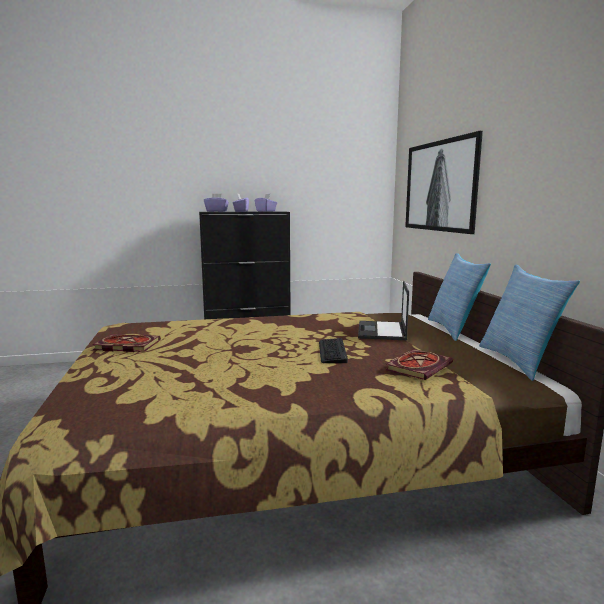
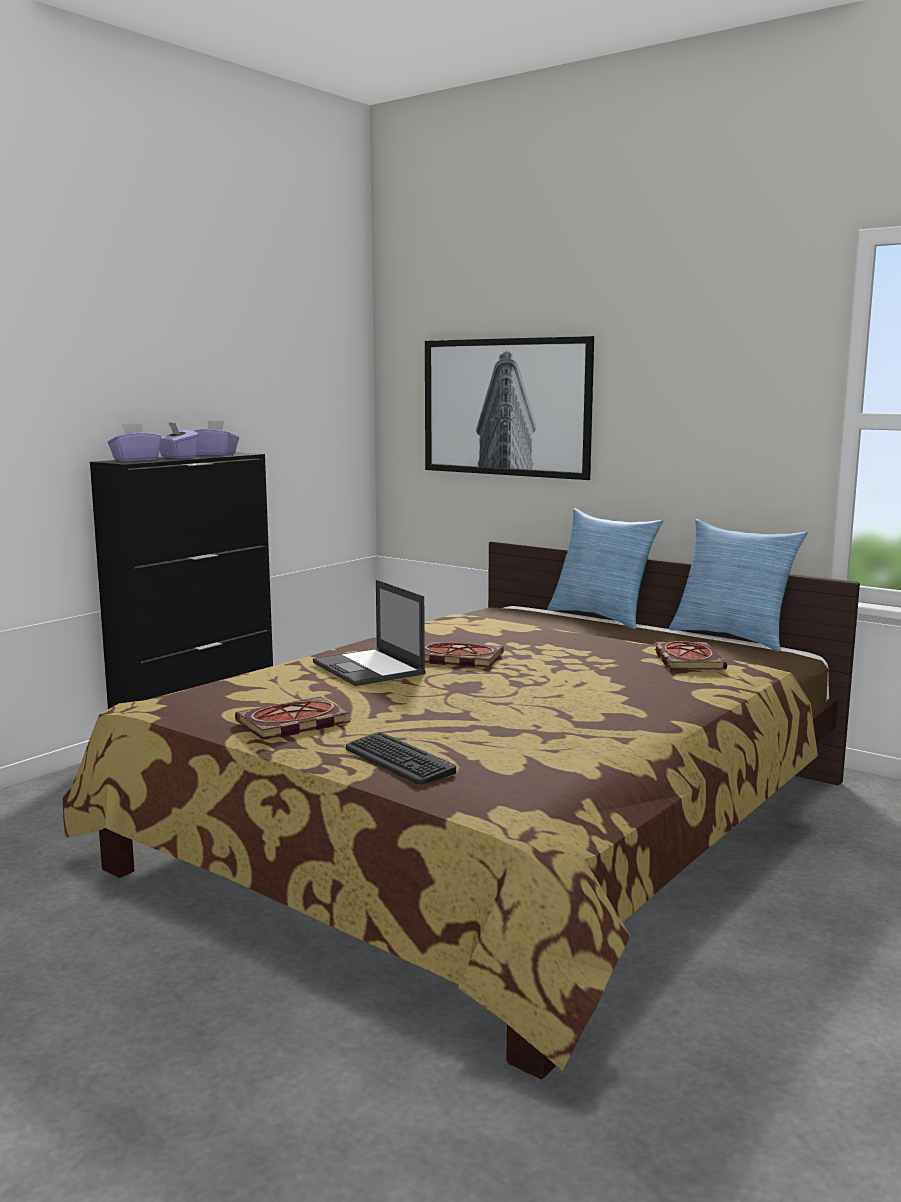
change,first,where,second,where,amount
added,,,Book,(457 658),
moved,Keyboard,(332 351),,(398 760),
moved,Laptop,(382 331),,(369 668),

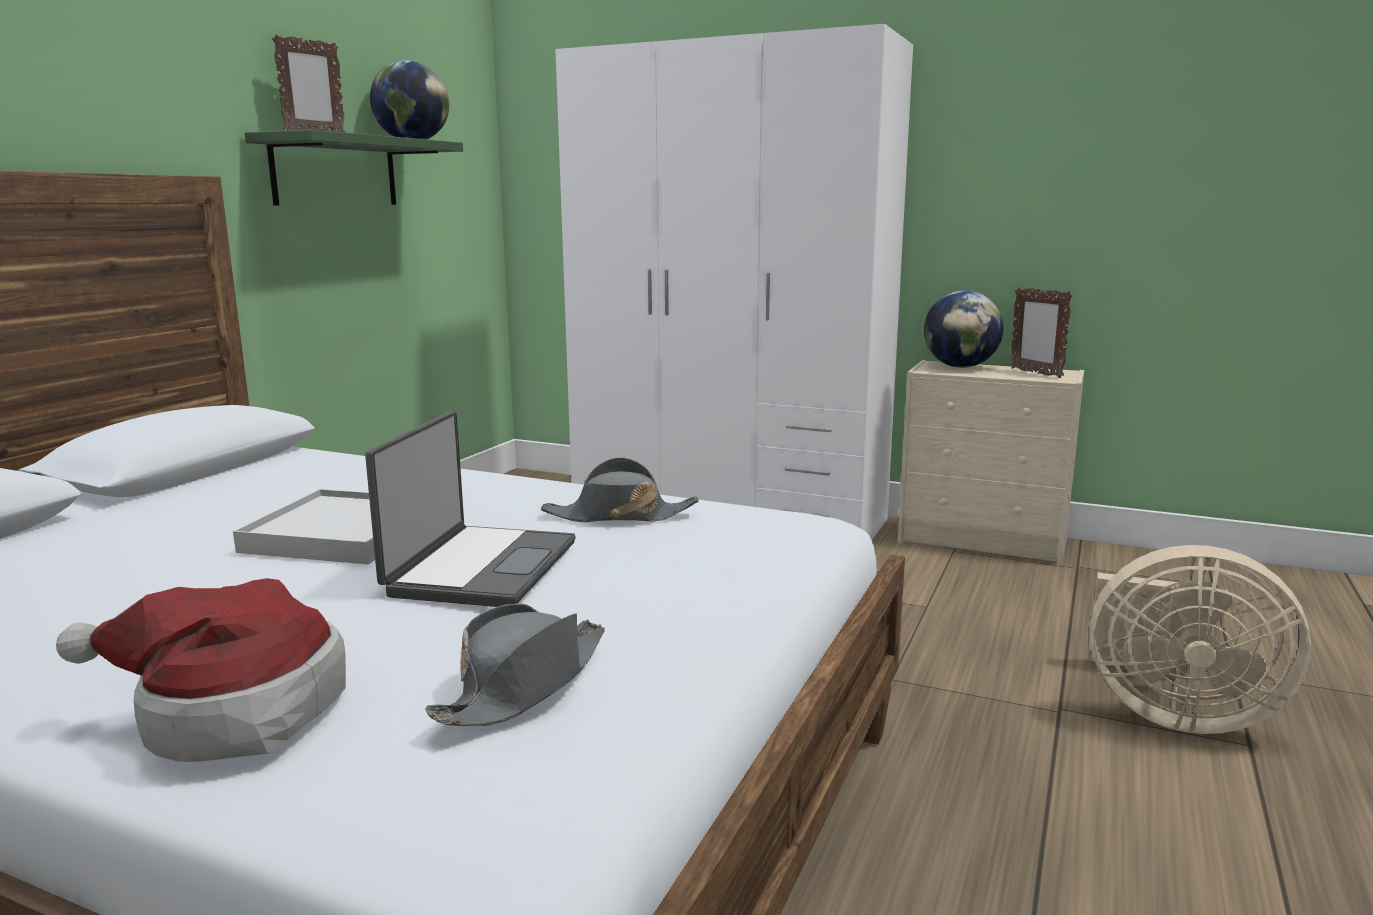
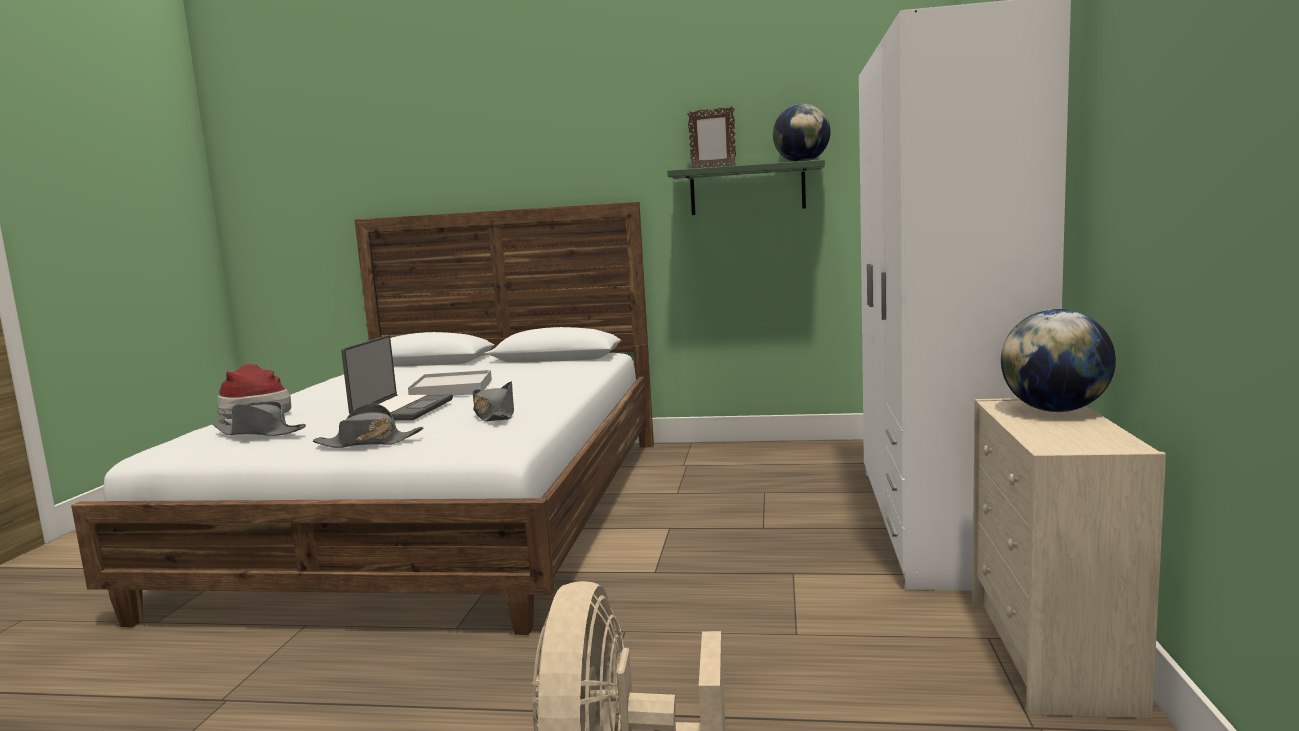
change,first,where,second,where,amount
removed,PictureFrame,(1035 373),,,
added,,,GreyHat,(368 443),
turned,Laptop,(480 568),,(402 410),75 degrees counterclockwise

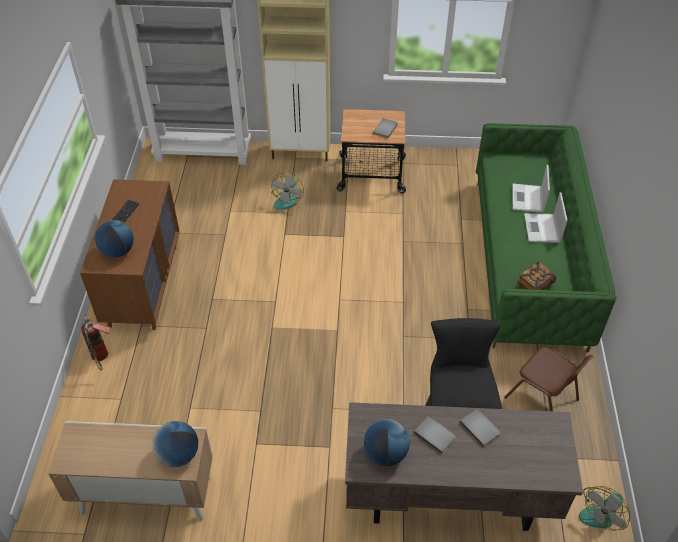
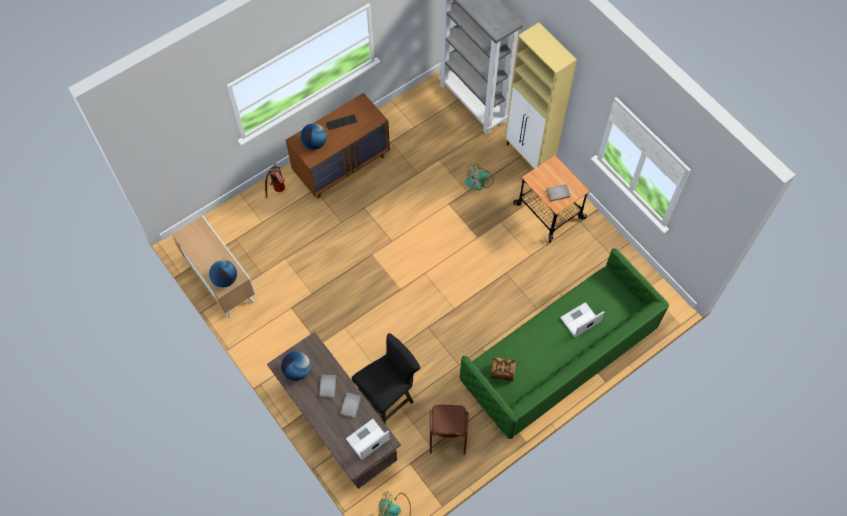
change,first,where,second,where,amount
moved,Laptop,(542 229),,(367 440),

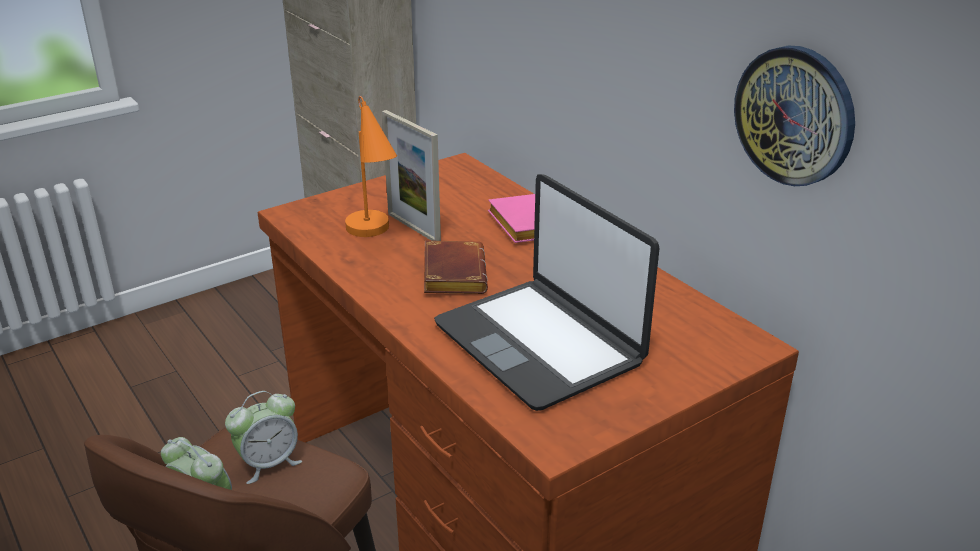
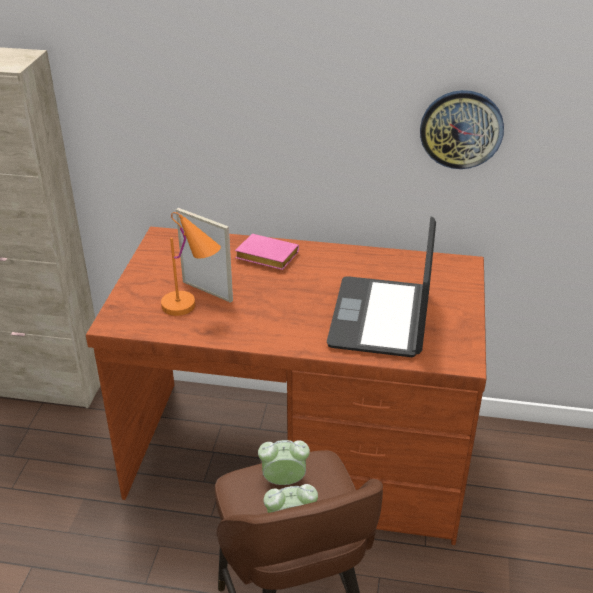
change,first,where,second,where,amount
removed,BrownBook,(451 274),,,
turned,AlarmClock,(269 463),,(284 481),105 degrees counterclockwise
turned,PictureFrame,(413 227),,(207 291),150 degrees counterclockwise
turned,Laptop,(540 343),,(381 318),90 degrees clockwise

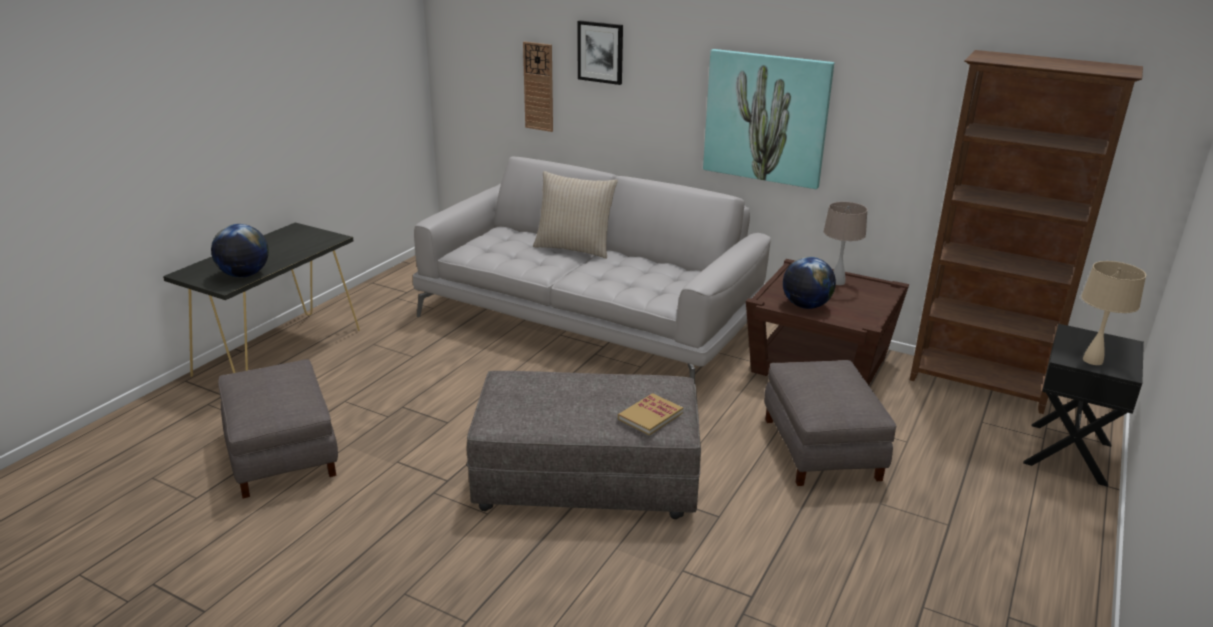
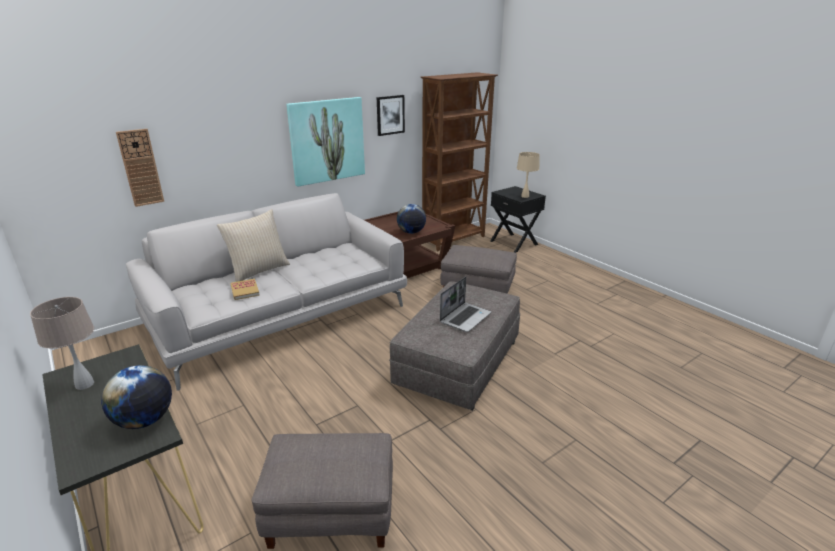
change,first,where,second,where,amount
added,,,Laptop,(465 317),
moved,Picture,(600 52),,(390 115),
moved,Book,(650 416),,(245 290),
moved,BeigeTableLamp,(838 282),,(85 384),

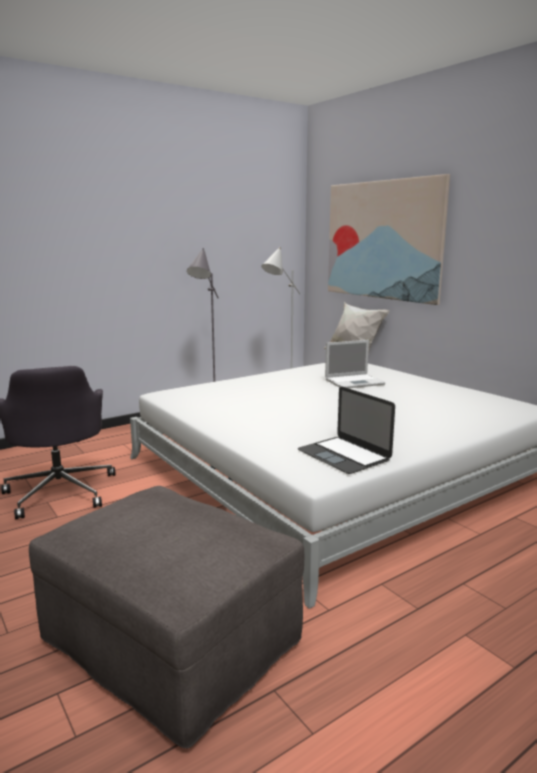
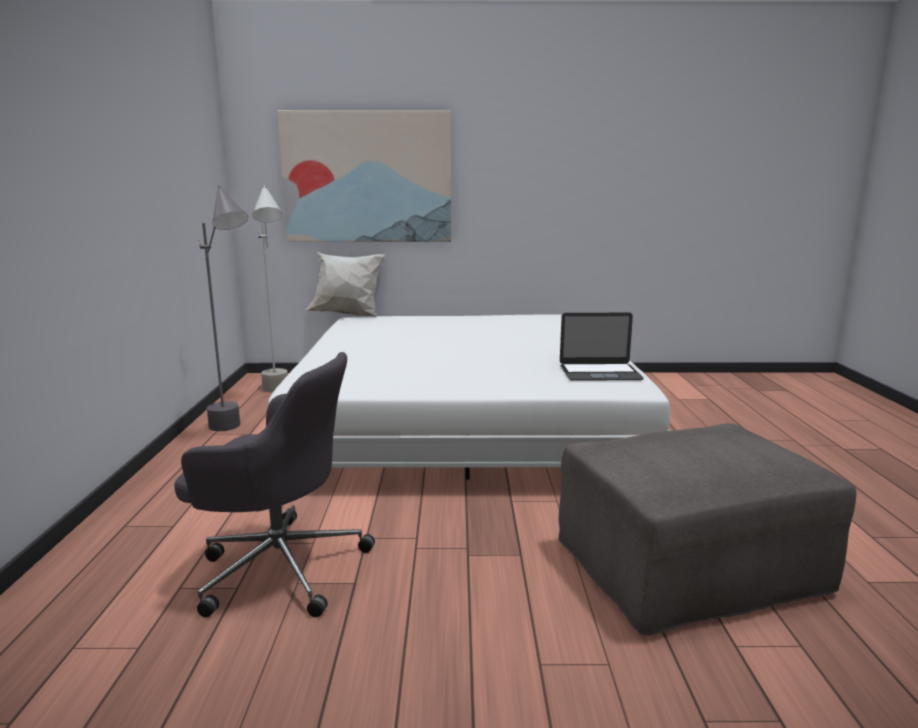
change,first,where,second,where,amount
removed,Laptop,(355 381),,,

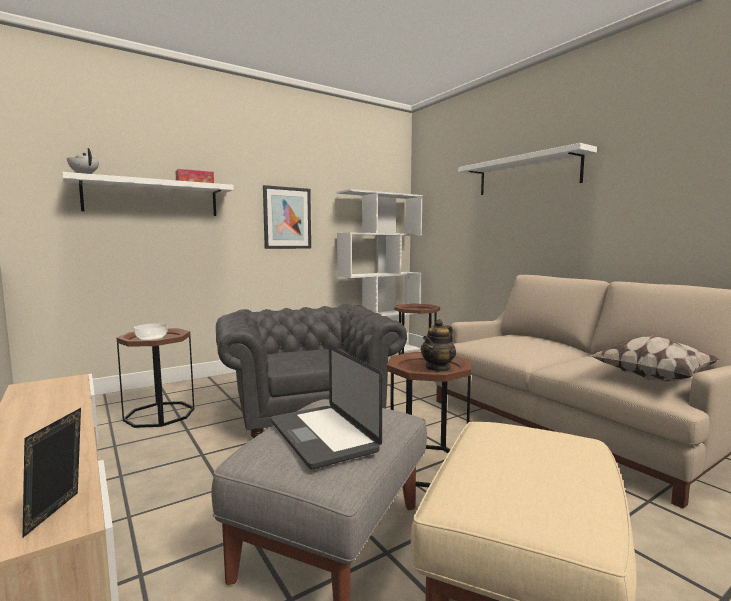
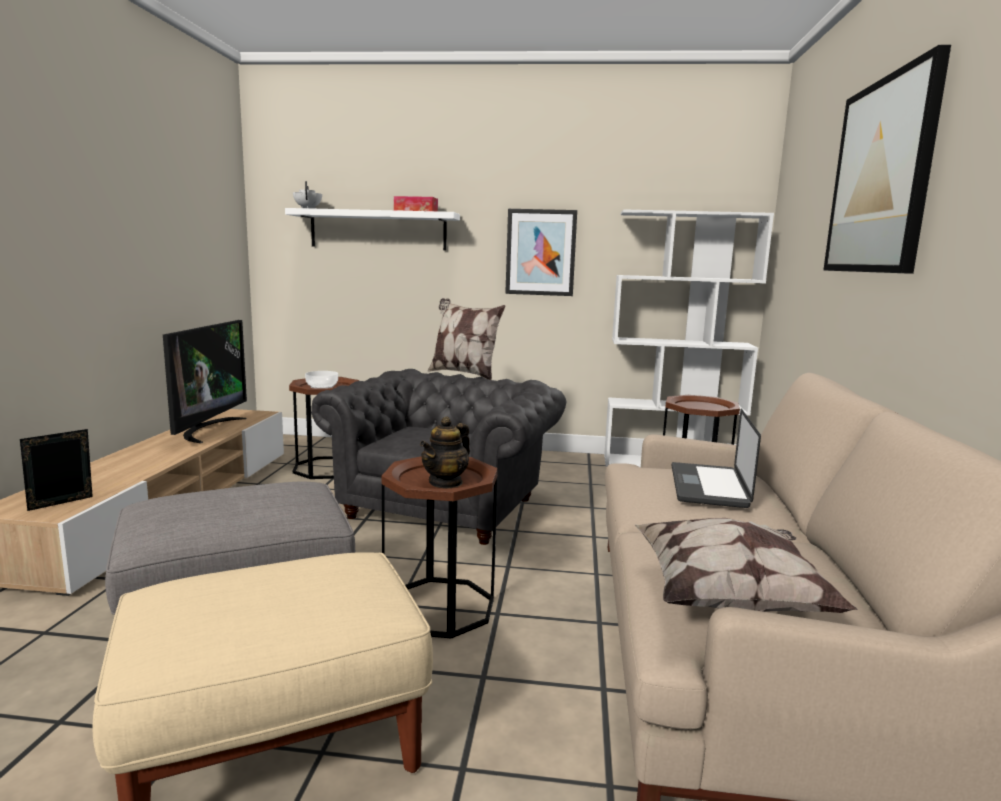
change,first,where,second,where,amount
added,,,Television,(207 429),
added,,,Pillow,(463 374),
moved,Laptop,(322 436),,(708 486),
replaced,WhiteShelf,(527 174),Picture,(881 177),
turned,Teapot,(438 368),,(446 482),45 degrees counterclockwise

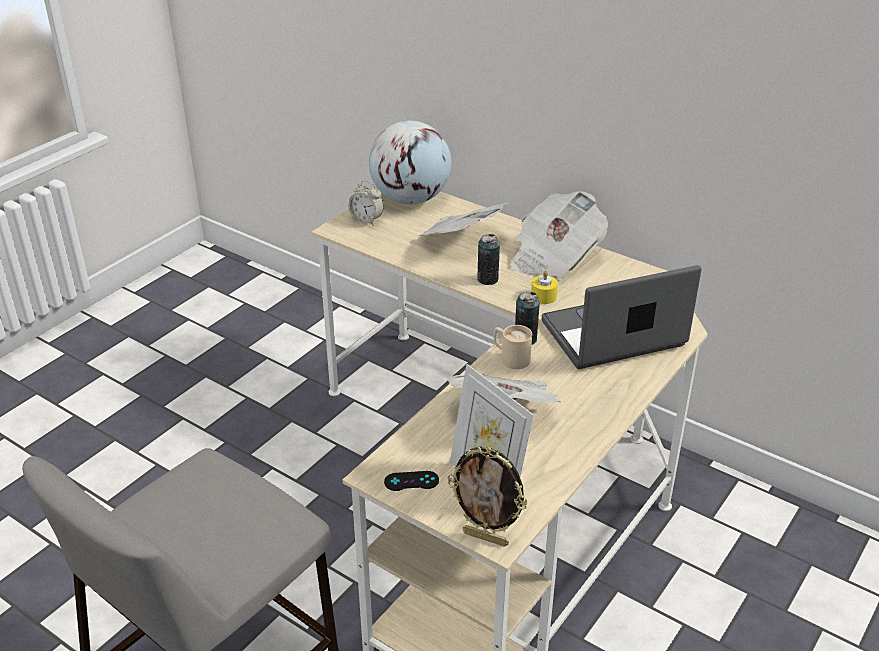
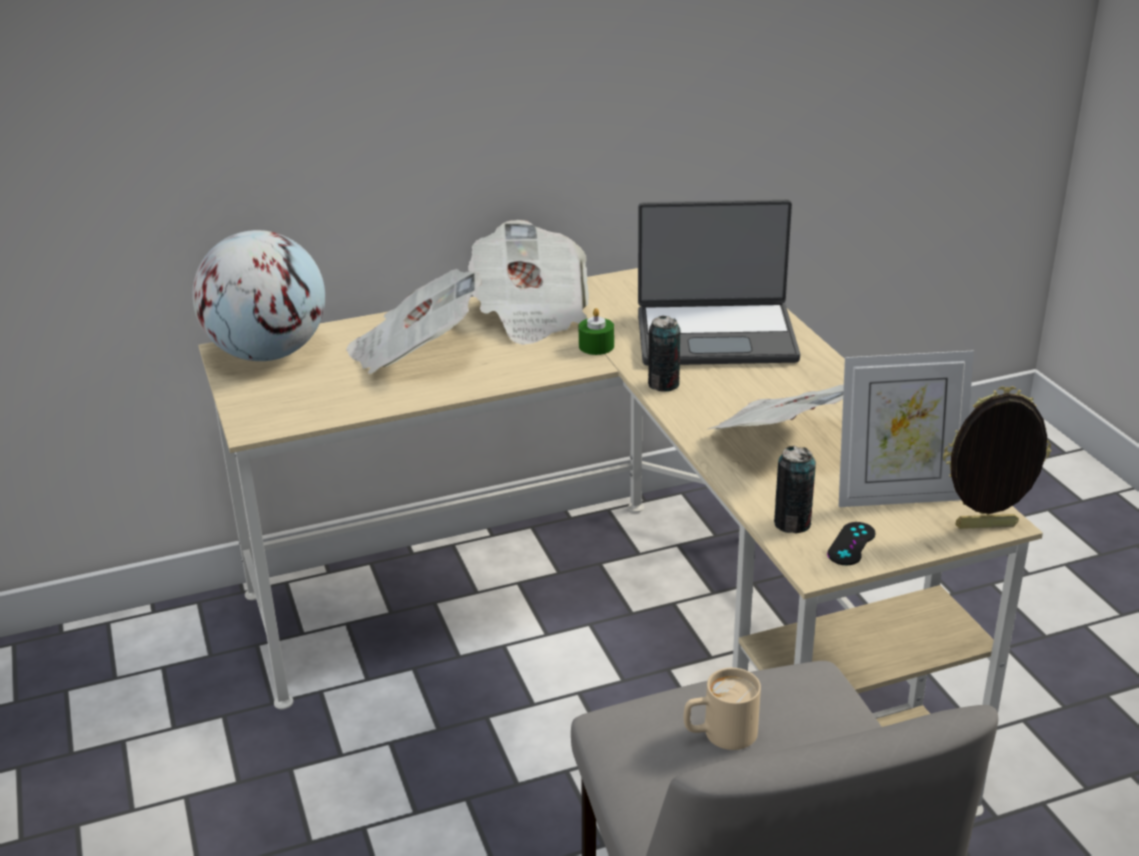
change,first,where,second,where,amount
removed,AlarmClock,(366 220),,,
moved,Can,(487 279),,(792 524),
moved,BeigeMug,(510 357),,(719 734),
recoloured,YellowCandle,(543 296),GreenCandle,(596 346),
turned,PictureFrame,(486 537),,(986 528),150 degrees counterclockwise
turned,Laptop,(614 336),,(716 335),105 degrees counterclockwise

